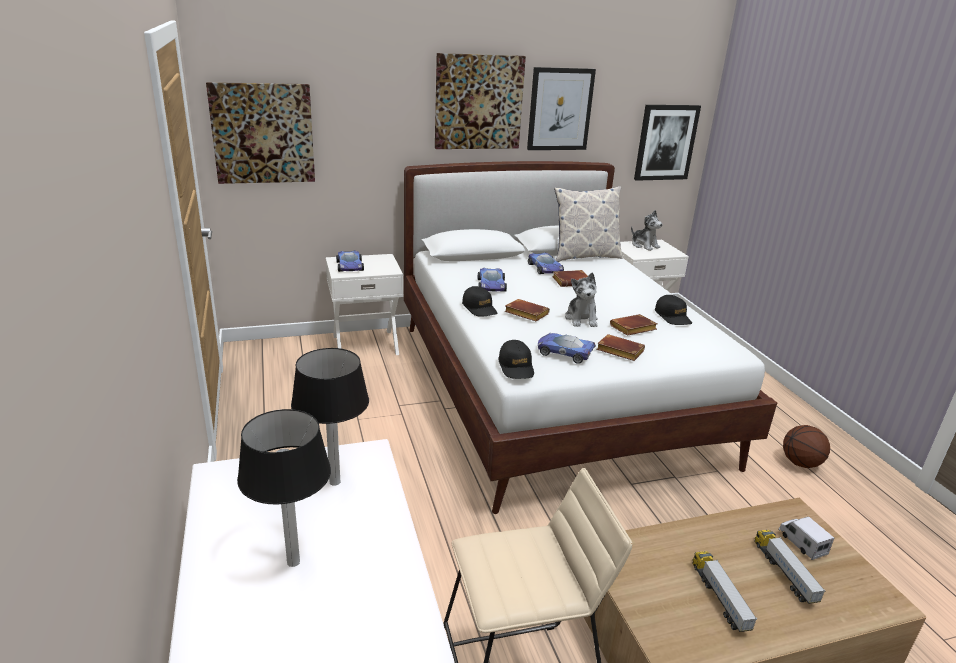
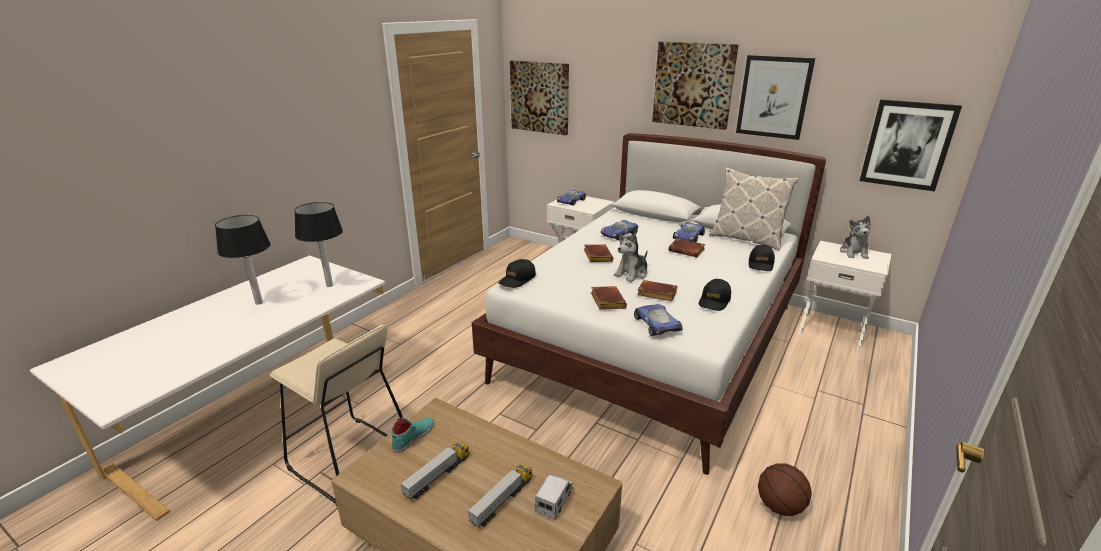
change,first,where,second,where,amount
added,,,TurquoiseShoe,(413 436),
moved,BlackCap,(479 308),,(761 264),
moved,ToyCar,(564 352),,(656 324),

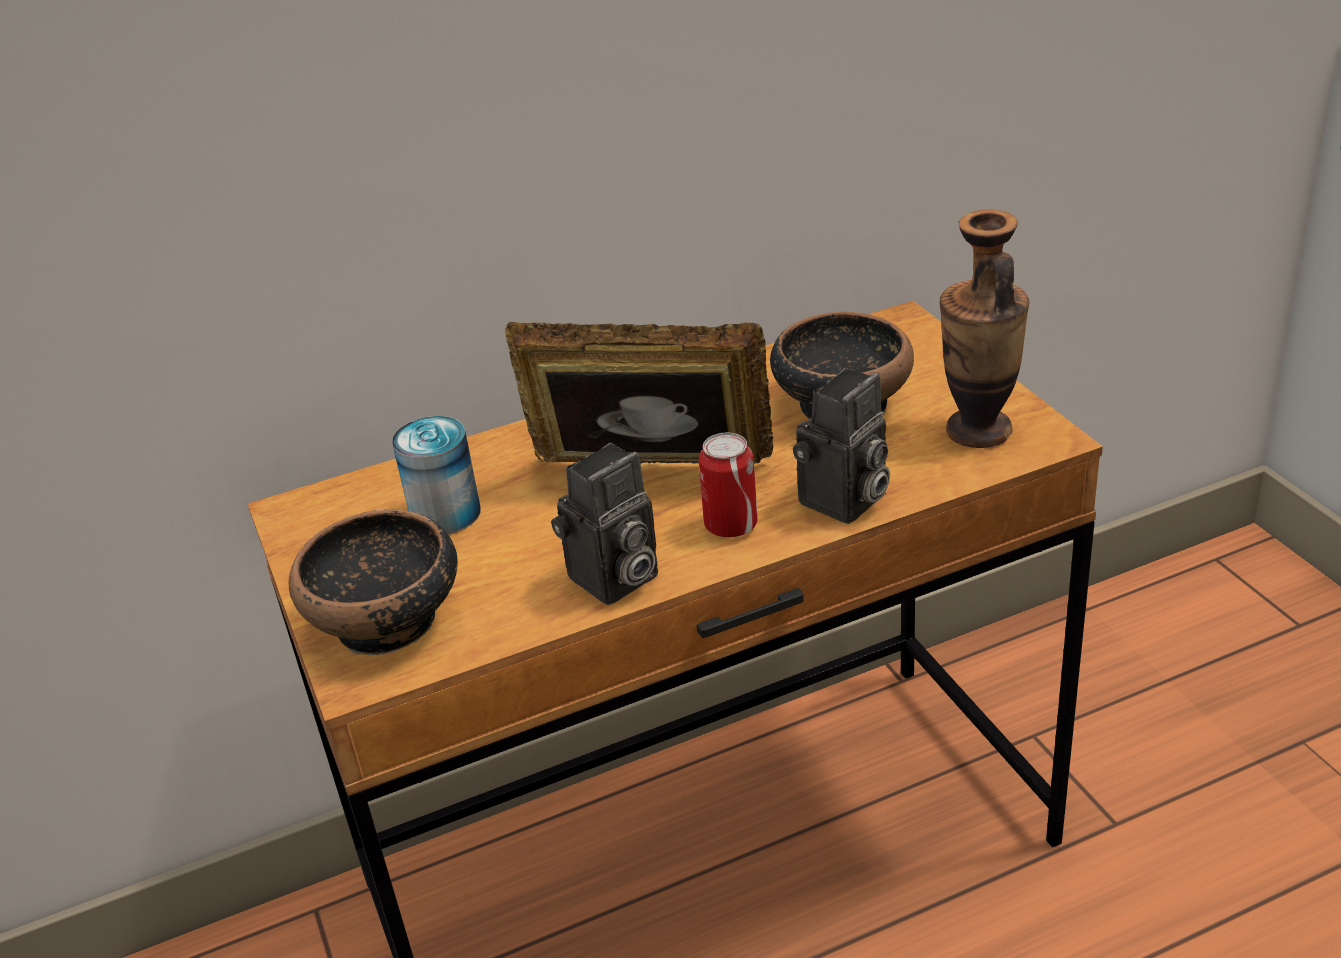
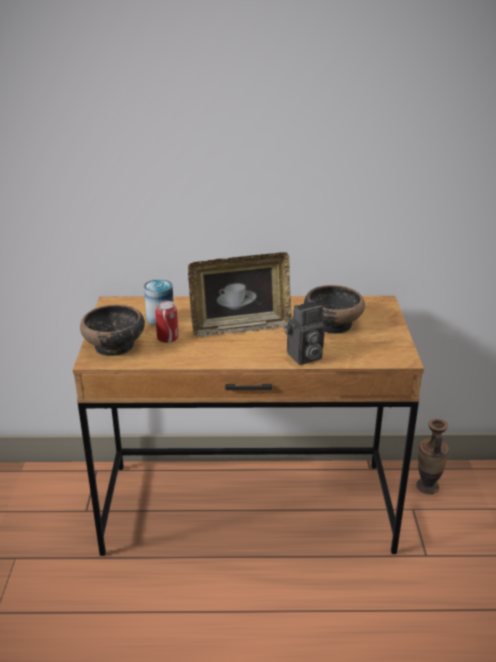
change,first,where,second,where,amount
removed,PhotoCamera,(613 581),,,
moved,Can,(731 525),,(167 339),
moved,Vase,(978 430),,(427 487),
turned,PictureFrame,(650 476),,(240 327),135 degrees clockwise

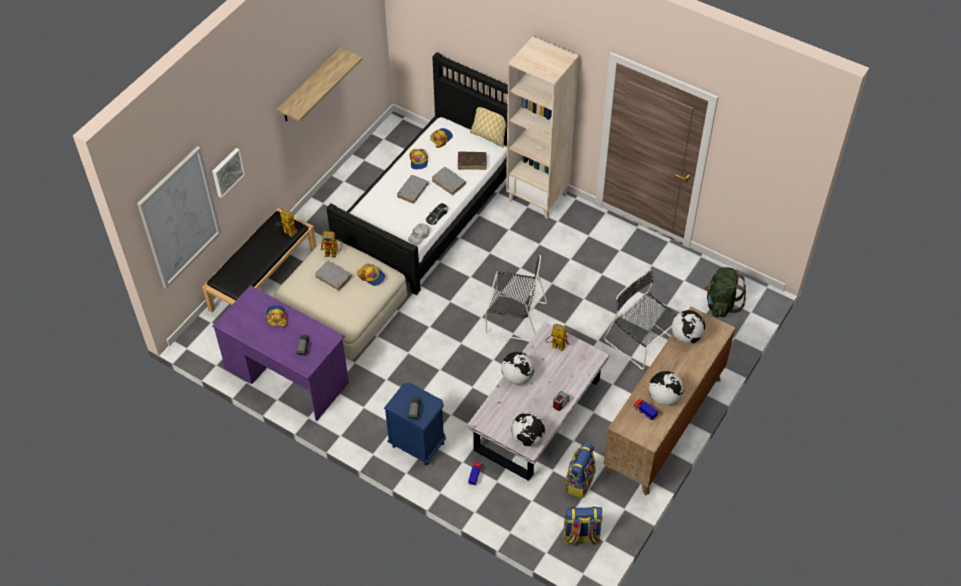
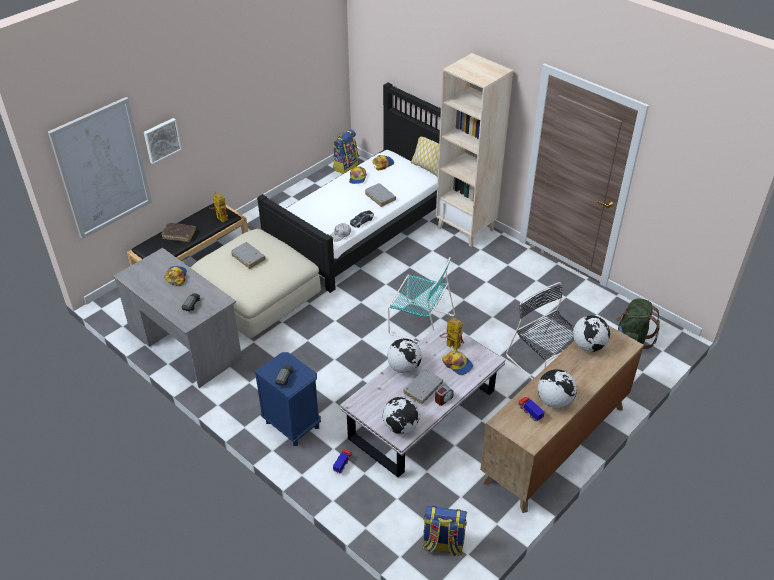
change,first,where,second,where,amount
removed,Shelf,(310 86),,,
removed,ToyRobot,(333 253),,,
moved,Cap,(371 276),,(457 364),
moved,GreyBook,(412 191),,(423 389),
moved,BrownBook,(472 163),,(179 235),
moved,Backpack,(579 481),,(345 166),
recoloured,PurpleDesk,(287 376),GreyDesk,(185 344),
recoloured,BlackChair,(514 318),TurquoiseChair,(419 324),

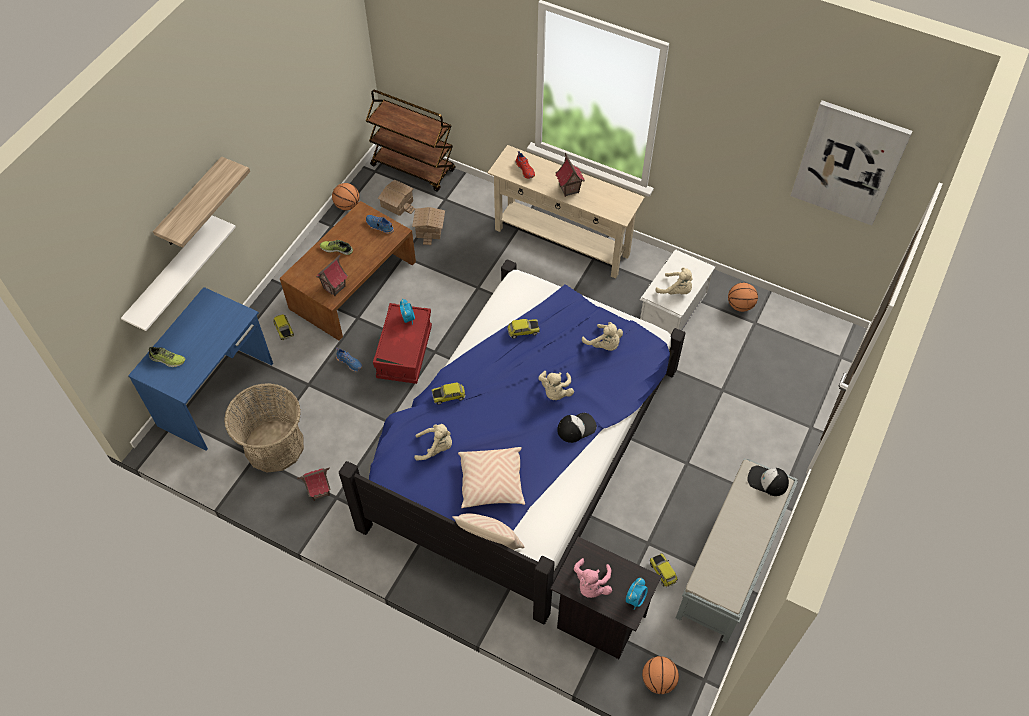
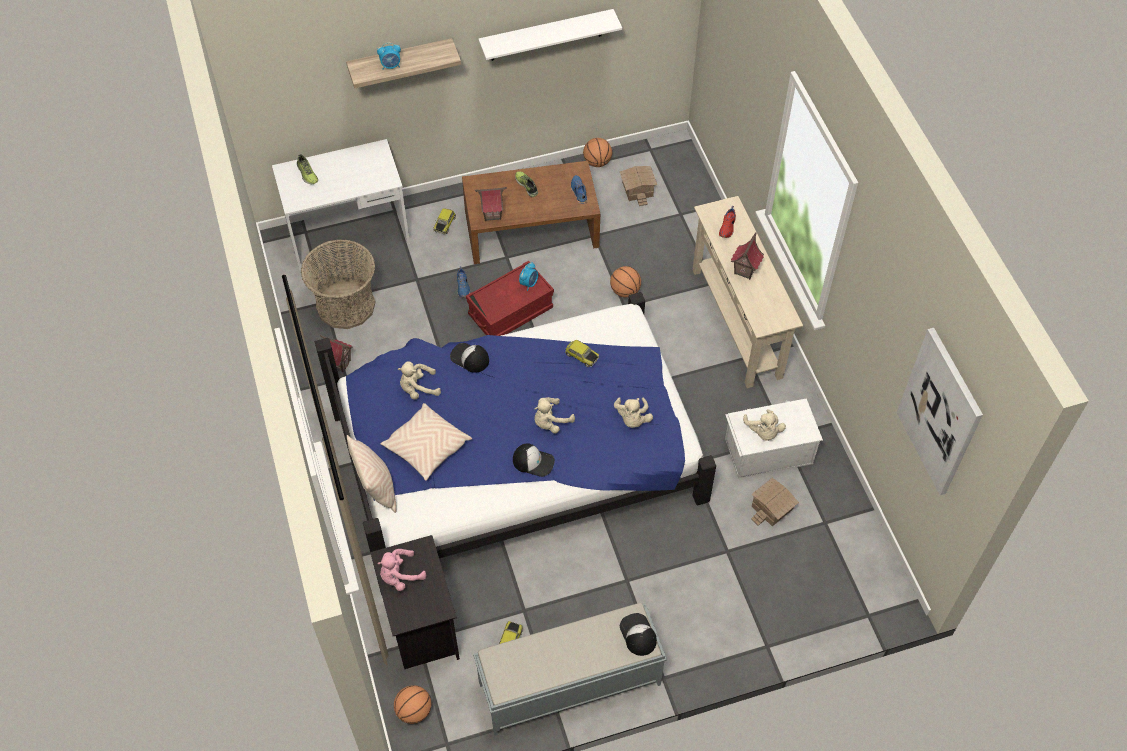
change,first,where,second,where,amount
removed,BrownCart,(414 168),,,
moved,WhiteShelf,(172 275),,(546 35),
moved,ToyHouse,(428 229),,(771 507),
moved,AlarmClock,(635 599),,(391 66),
moved,Basketball,(740 305),,(625 291),
replaced,ToyCar,(448 395),Cap,(469 358),
recoloured,BlueDesk,(217 394),WhiteDesk,(349 236),
turned,BeigePlushToy,(436 447),,(418 388),120 degrees clockwise

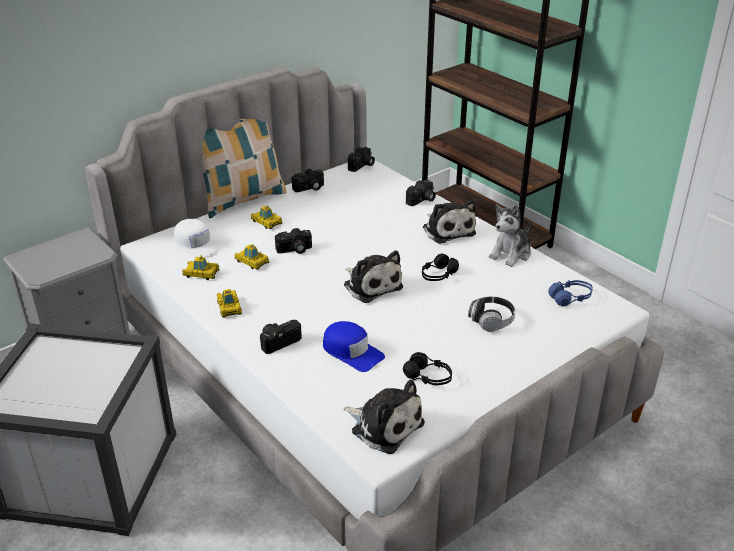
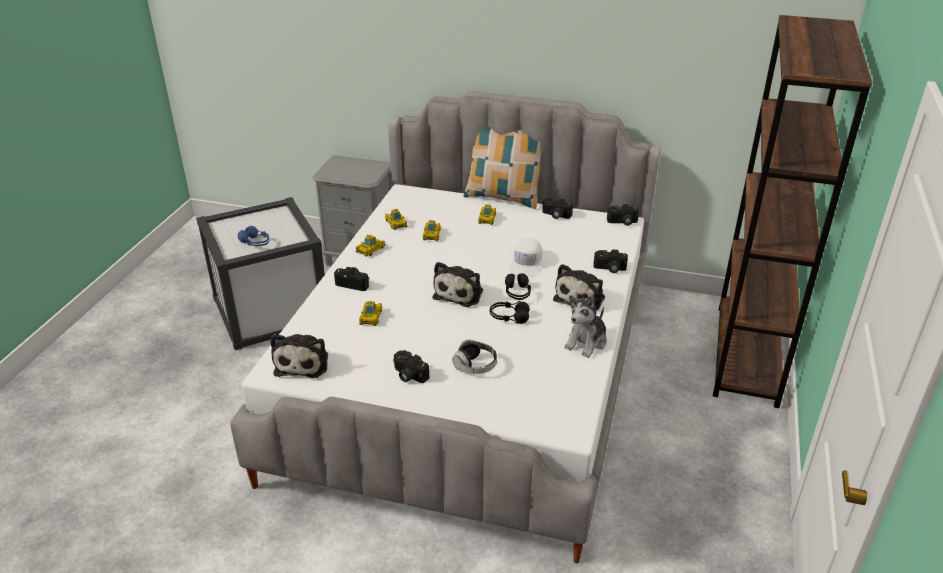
change,first,where,second,where,amount
moved,WhiteCap,(196 244),,(526 263),
moved,PhotoCamera,(294 250),,(408 375),
moved,BlackHeadphones,(428 377),,(517 293),
moved,BlueHeadphones,(570 298),,(255 243),
replaced,BlueCap,(352 351),ToyCar,(371 317),
turned,PlushToy,(511 254),,(586 342),60 degrees counterclockwise

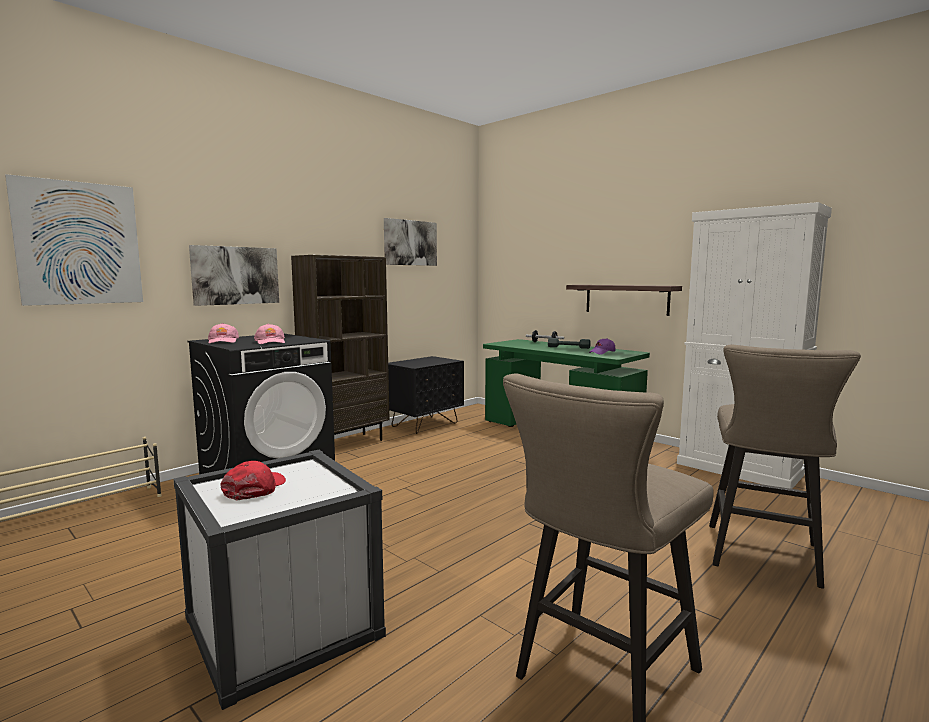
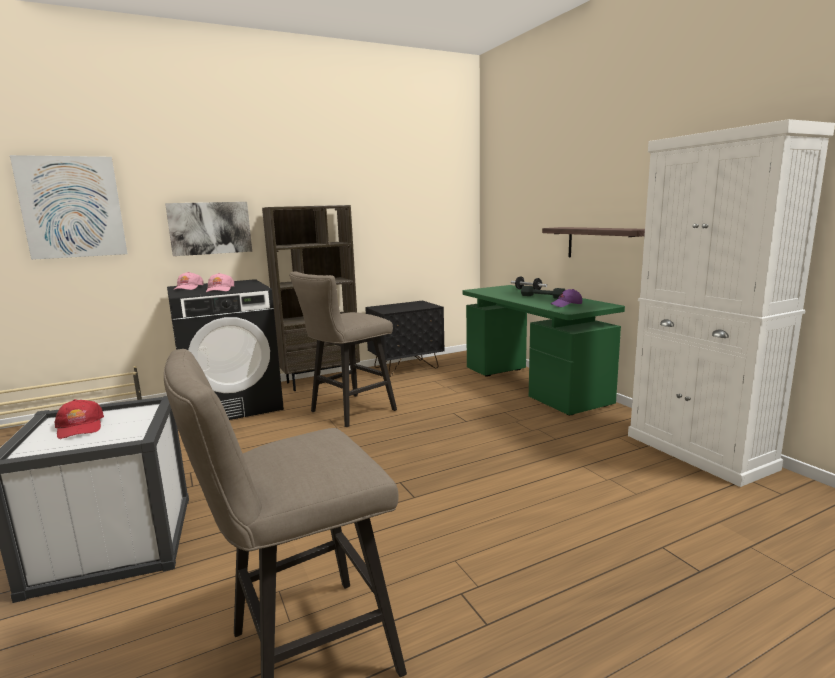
change,first,where,second,where,amount
removed,Picture,(410 243),,,
moved,BeigeStool,(763 558),,(347 412),
turned,RedCap,(255 488),,(80 427),120 degrees clockwise

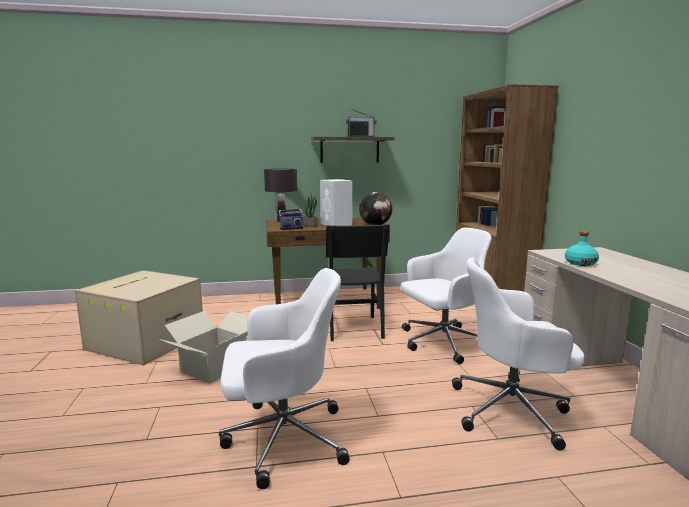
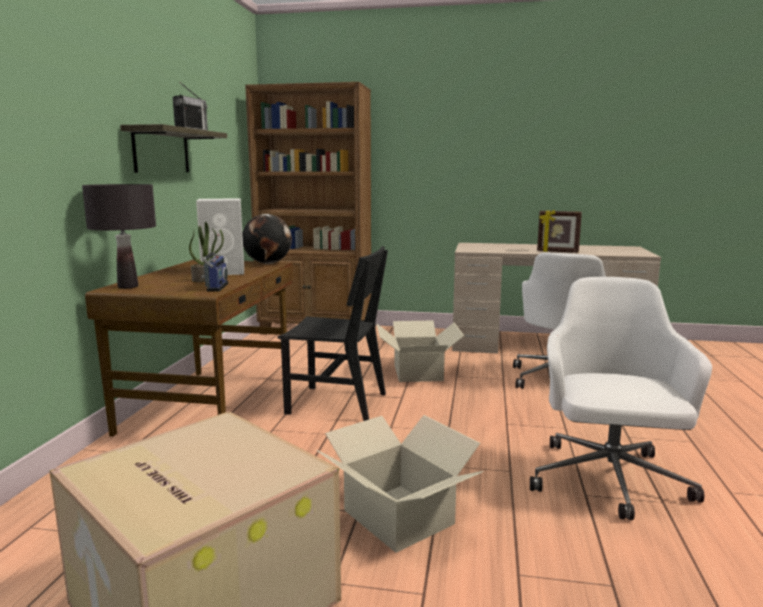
change,first,where,second,where,amount
removed,TurquoiseBottle,(580 263),,,
added,,,PictureFrame,(557 252),
replaced,WhiteOfficeChair,(442 342),CardboardBox,(418 372),

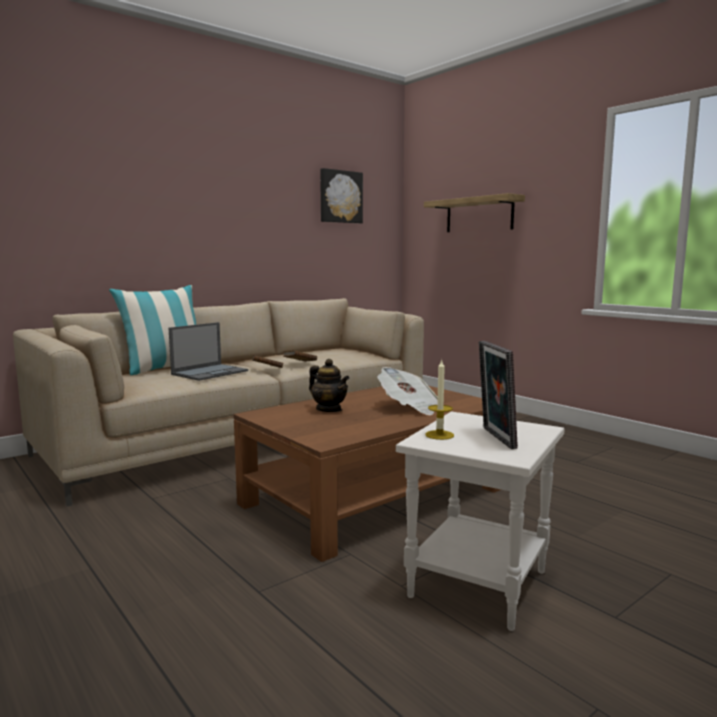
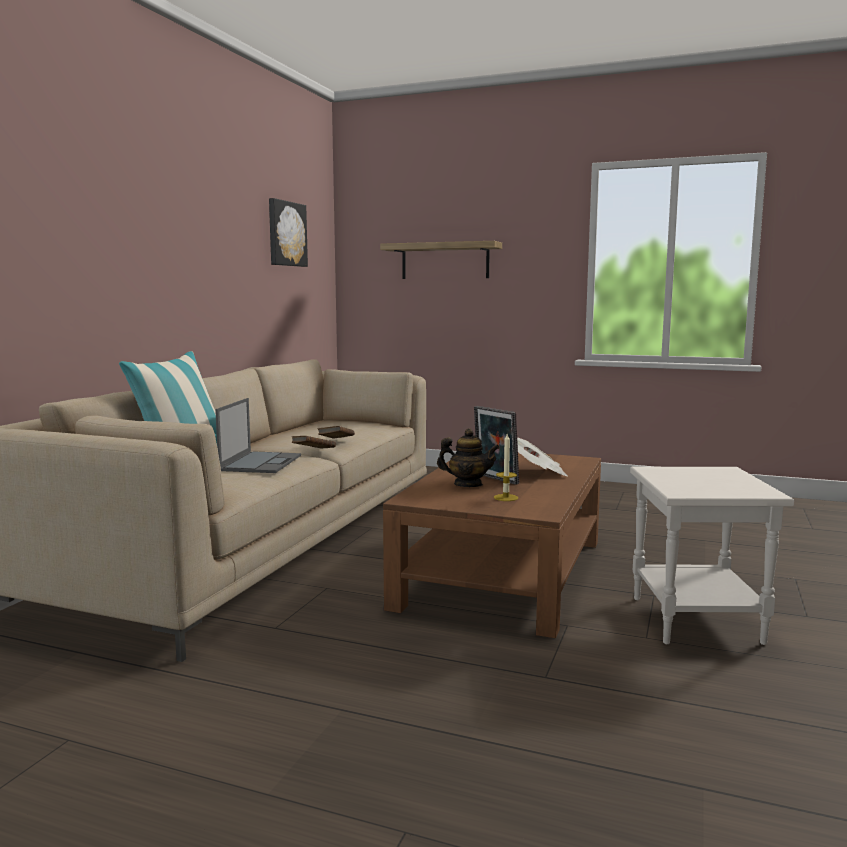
change,first,where,second,where,amount
moved,Candle,(439 435),,(505 497),
moved,PictureFrame,(495 438),,(495 479),

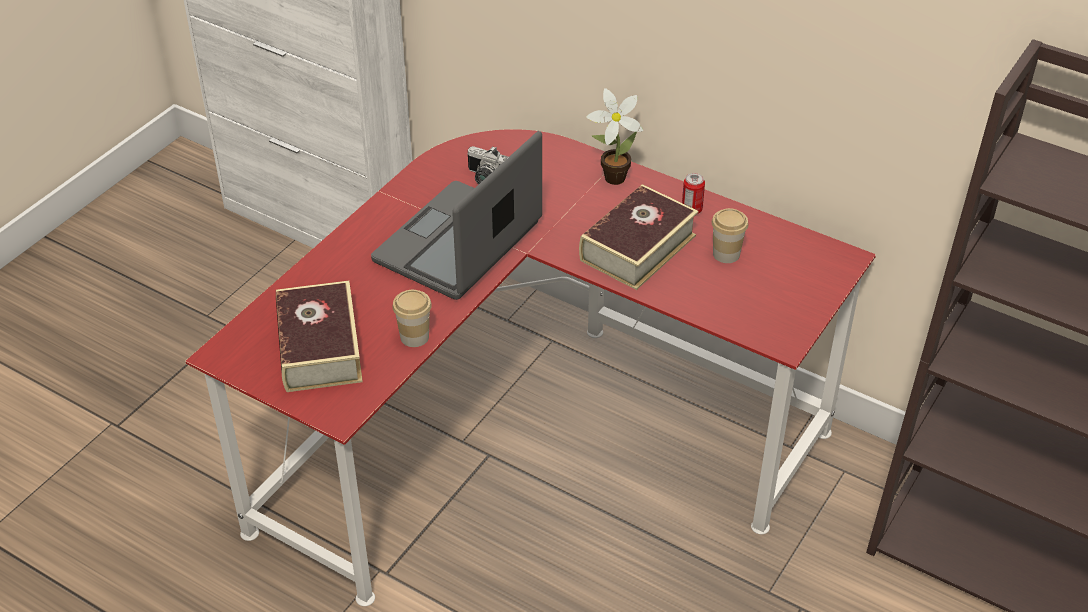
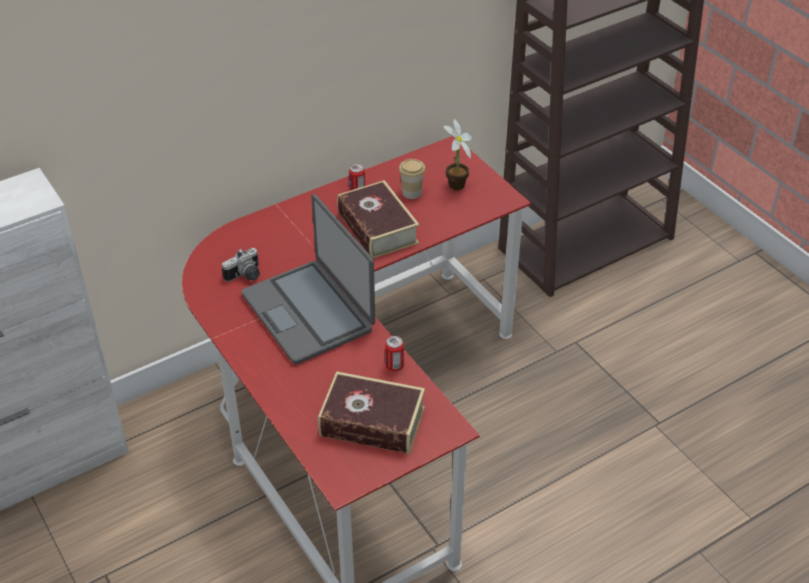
change,first,where,second,where,amount
moved,PottedPlant,(611 178),,(455 187),
replaced,Cup,(414 337),Can,(394 366),

